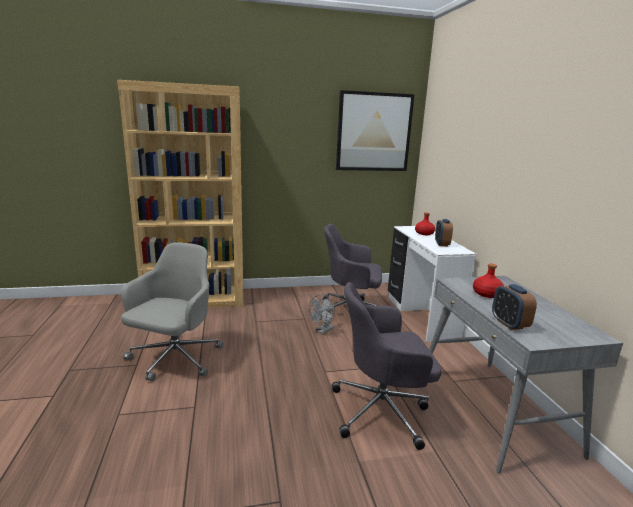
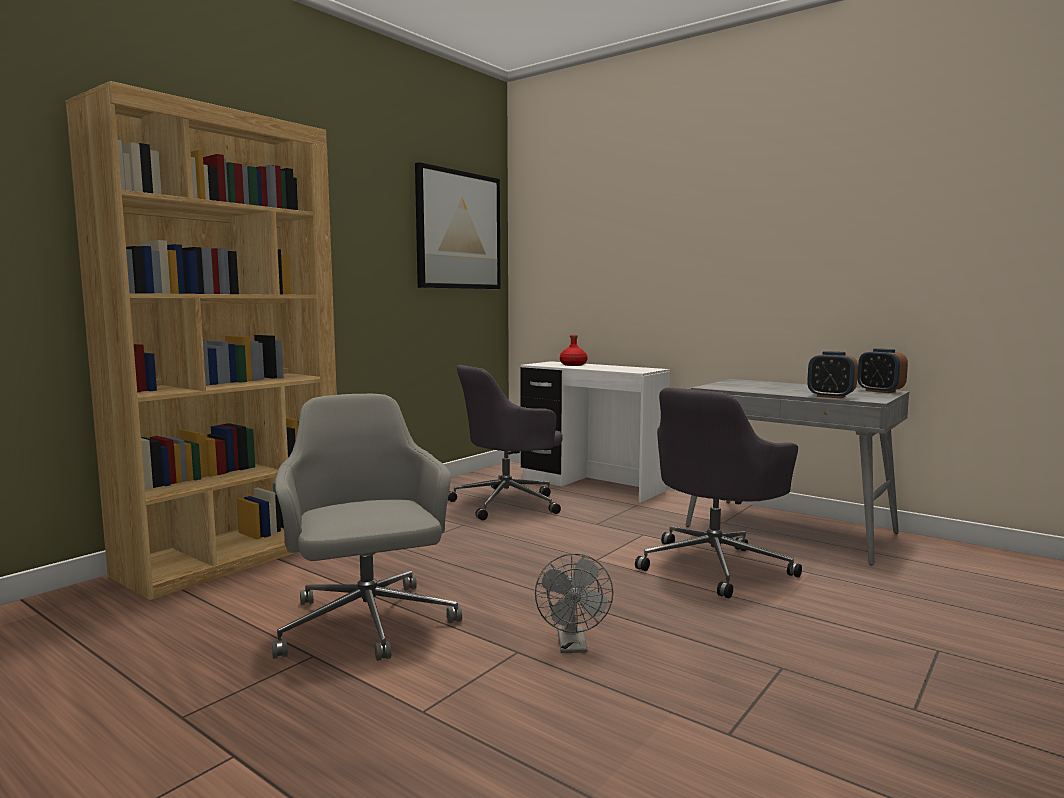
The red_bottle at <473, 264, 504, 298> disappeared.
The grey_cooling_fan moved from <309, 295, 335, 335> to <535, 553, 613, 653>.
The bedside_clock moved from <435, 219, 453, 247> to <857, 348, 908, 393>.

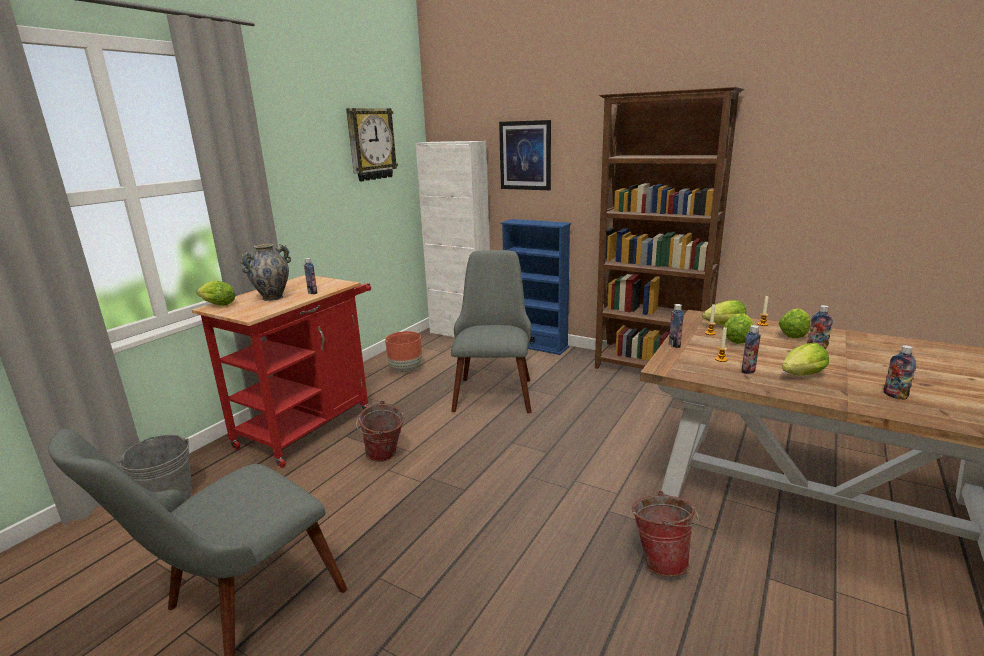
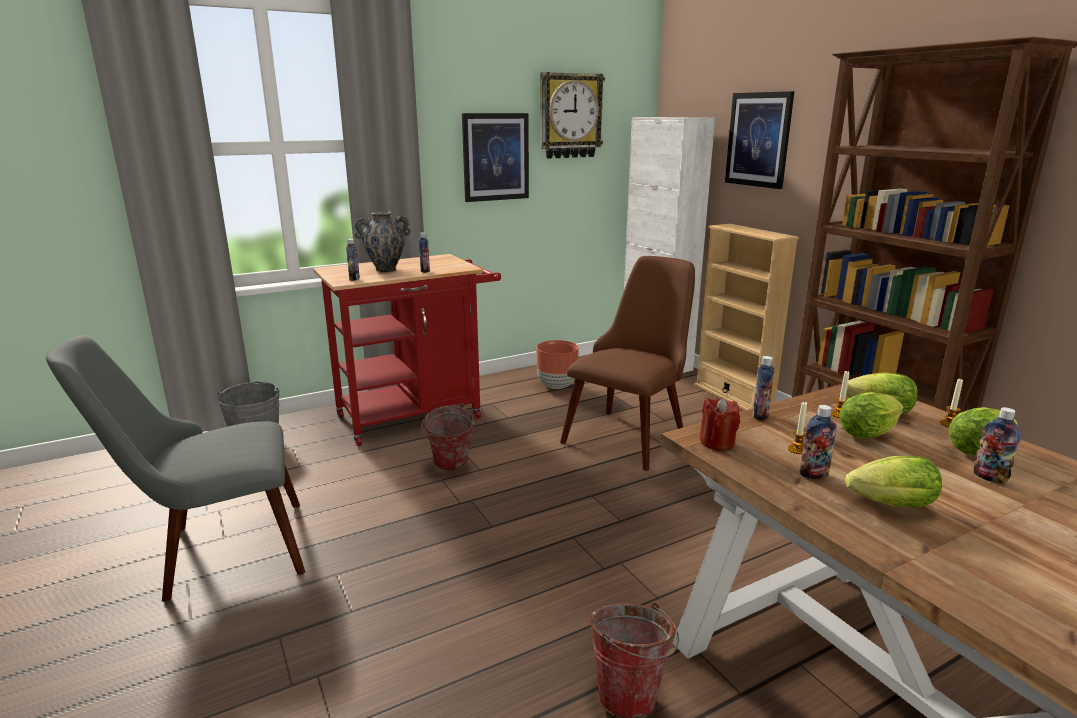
The lettuce_head at <197, 281, 235, 306> disappeared.
The wall_art at <462, 113, 529, 202> appeared.
The red_wax_light at <700, 397, 740, 451> appeared.
The bottle moved from <884, 345, 916, 400> to <346, 239, 360, 281>.
The grey_chair at <451, 250, 531, 413> became the brown_chair at <560, 256, 695, 471>.
The bluish_shelving_unit at <501, 219, 571, 355> became the sand-coloured_shelving_unit at <695, 224, 799, 410>.

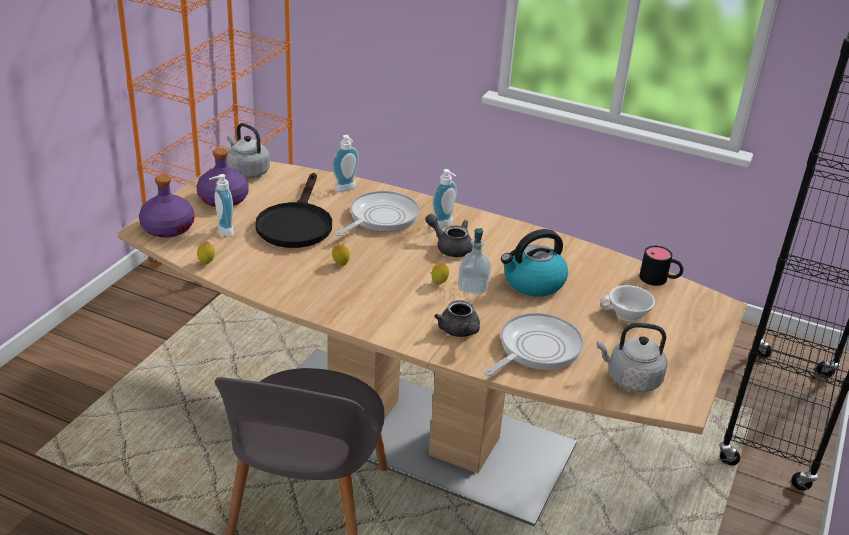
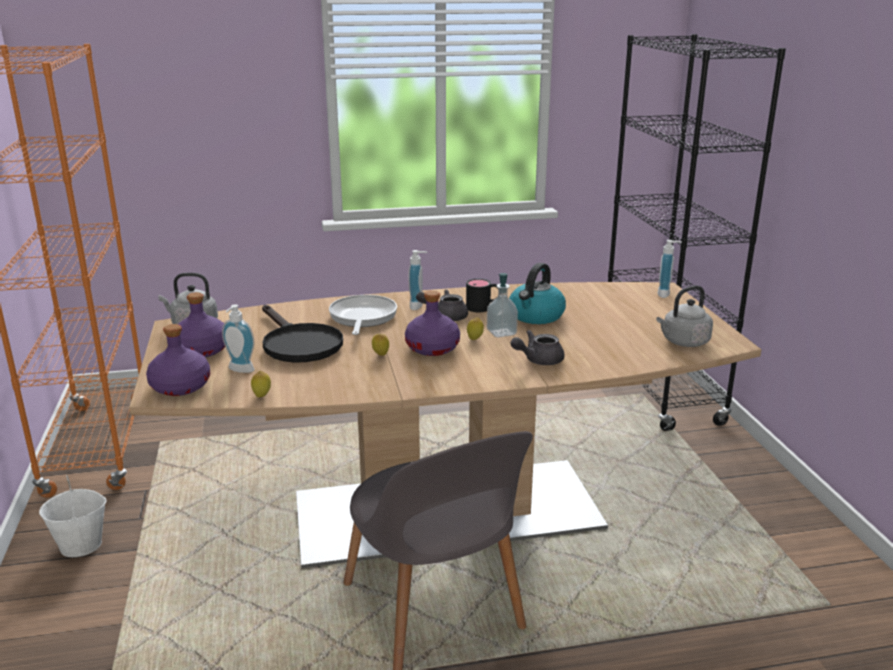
The skillet at <484, 313, 584, 376> disappeared.
The white-coloured_cup at <600, 285, 655, 322> disappeared.
The white-coloured_pail at <39, 475, 107, 557> appeared.
The purple_bottle at <405, 291, 460, 356> appeared.
The soap_bottle moved from <332, 135, 359, 192> to <658, 240, 682, 298>.
The black_mug moved from <639, 246, 683, 286> to <466, 279, 498, 312>.
The grey_tea_pot at <434, 300, 480, 337> turned 120 degrees clockwise.

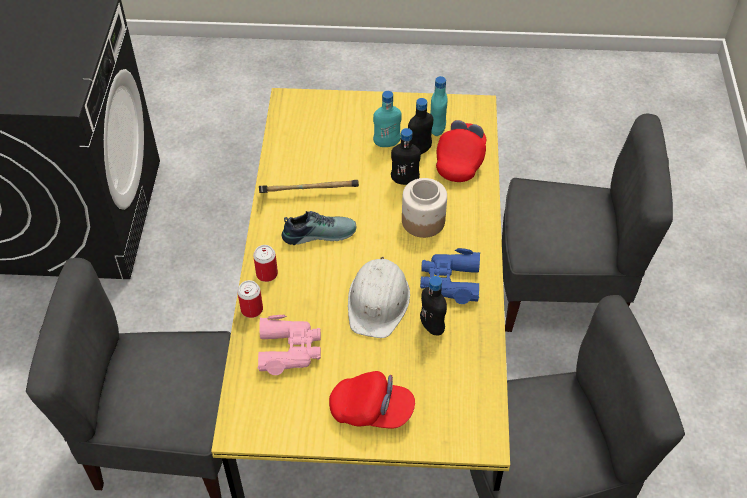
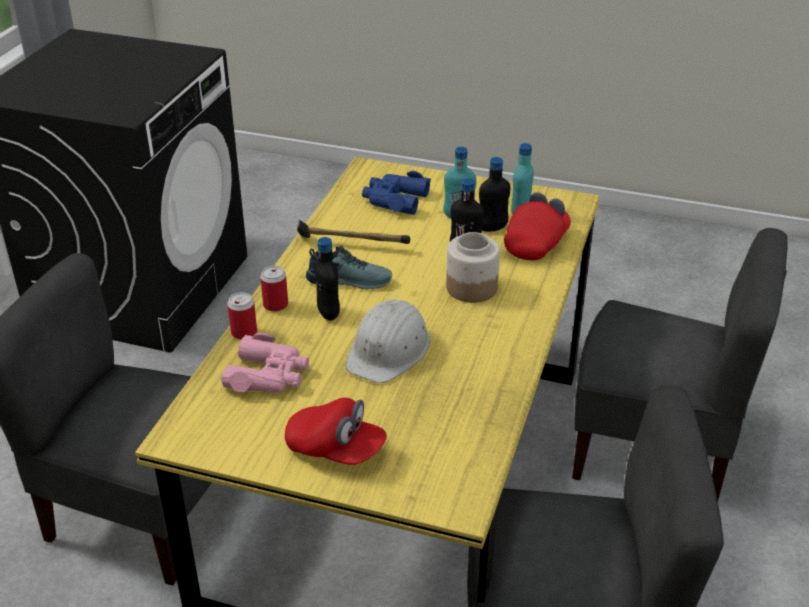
The bluish_field_glasses moved from <420, 248, 480, 304> to <362, 171, 431, 215>.
The black_bottle moved from <420, 276, 447, 336> to <315, 237, 340, 321>.

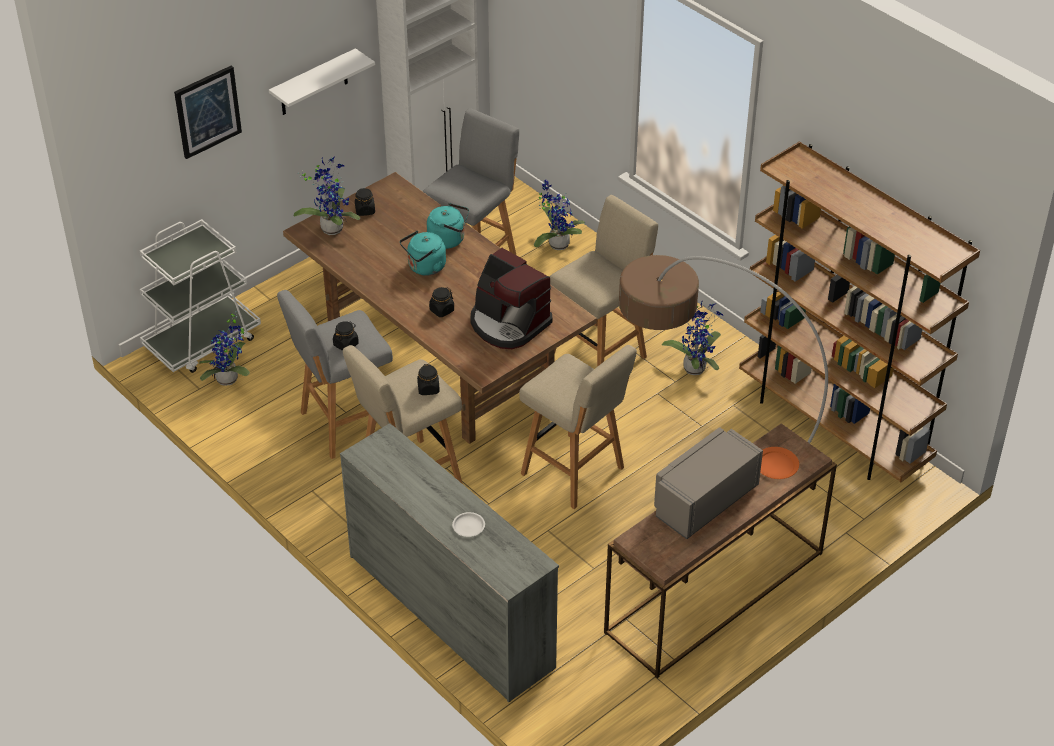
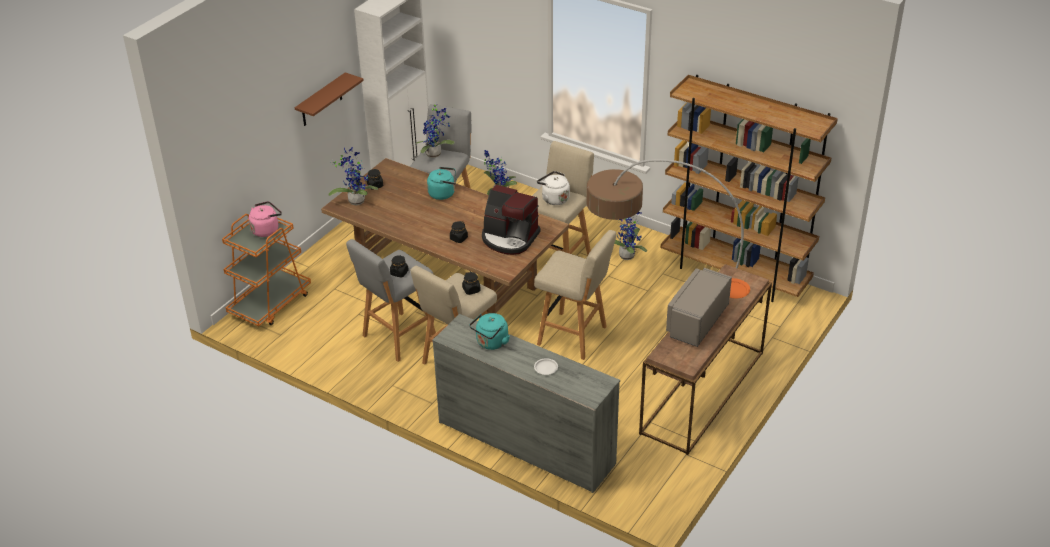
The wall_art at <174, 66, 242, 159> disappeared.
The pink-coloured_water_kettle at <249, 201, 282, 237> appeared.
The white-coloured_water_kettle at <537, 171, 570, 205> appeared.
The plant_in_a_pot moved from <199, 311, 250, 386> to <415, 105, 455, 158>.
The turquoise-coloured_water_kettle moved from <400, 231, 446, 276> to <469, 313, 510, 350>.
The white-coloured_cart at <140, 219, 261, 373> became the orangey_cart at <222, 214, 311, 326>.
The white-coloured_wall_shelf at <269, 48, 375, 115> became the brown_wall_shelf at <295, 72, 364, 126>.

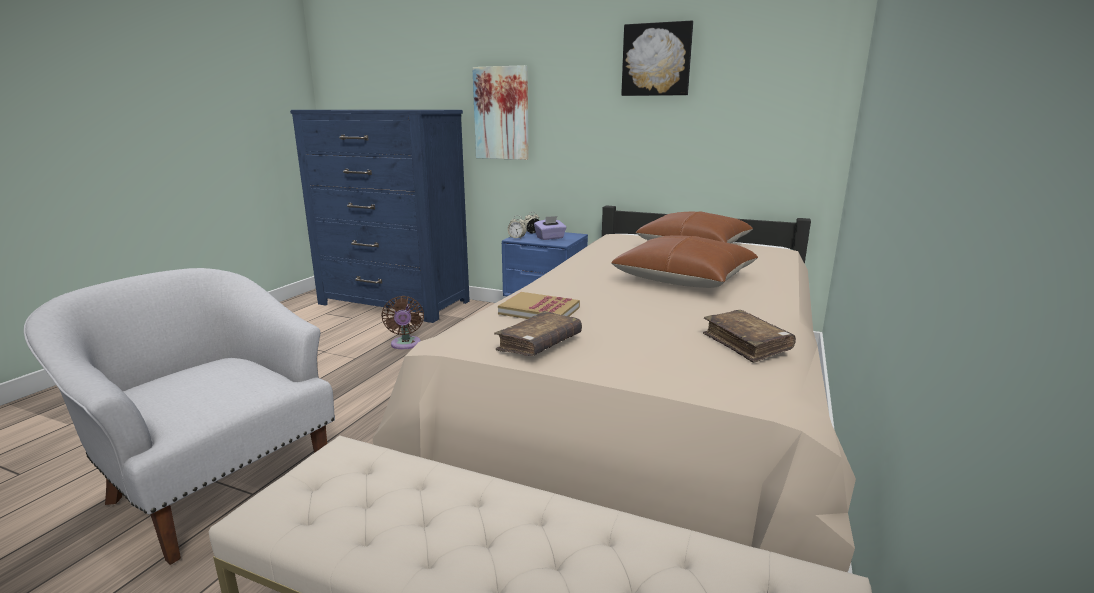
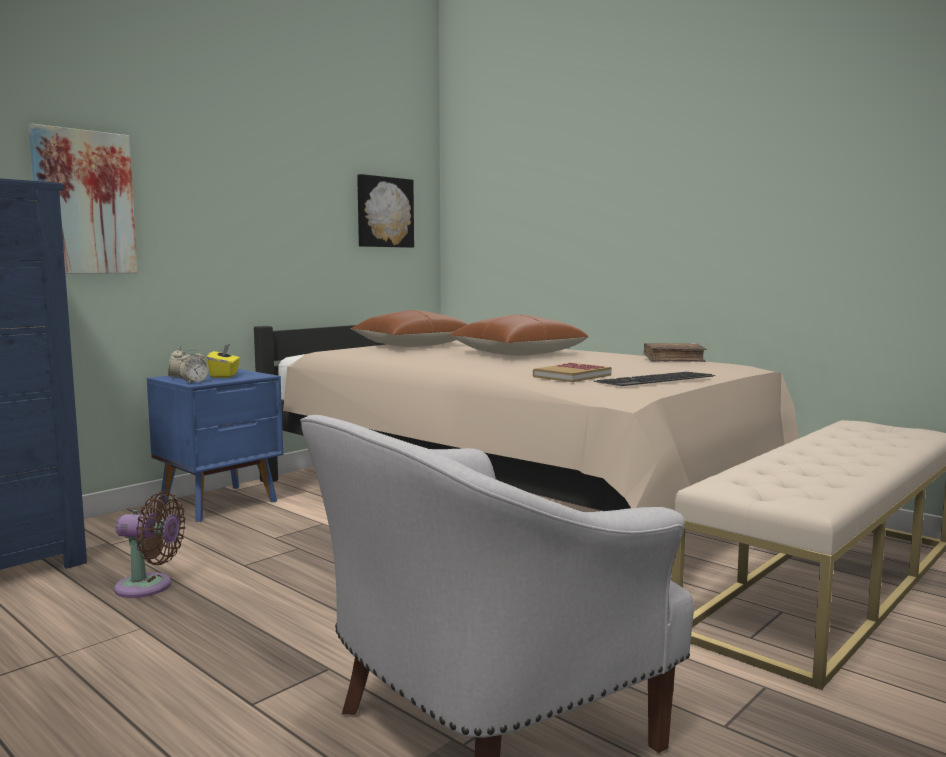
The wall_art moved from <621, 21, 693, 96> to <357, 174, 414, 248>.
The brown_bound_book at <494, 311, 582, 356> was replaced by the computer_keyboard at <594, 372, 716, 386>.
The purple_tissue_box at <534, 216, 567, 240> became the yellowish_tissue_box at <207, 344, 240, 378>.

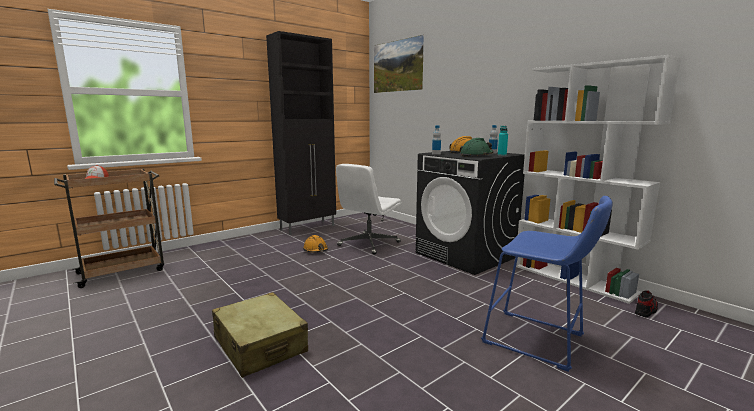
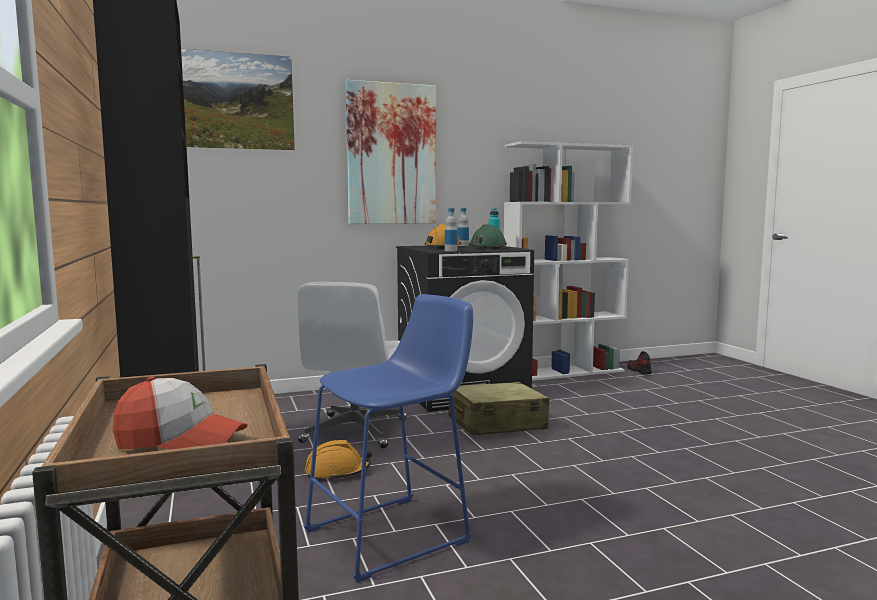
The wall_art at <346, 80, 436, 224> appeared.
The sand-coloured_suitcase moved from <212, 292, 308, 378> to <449, 382, 549, 436>.
The bluish_sitting_stool moved from <481, 196, 612, 372> to <303, 294, 473, 582>.
The white-coloured_desk_chair at <336, 164, 401, 255> turned 45 degrees clockwise.

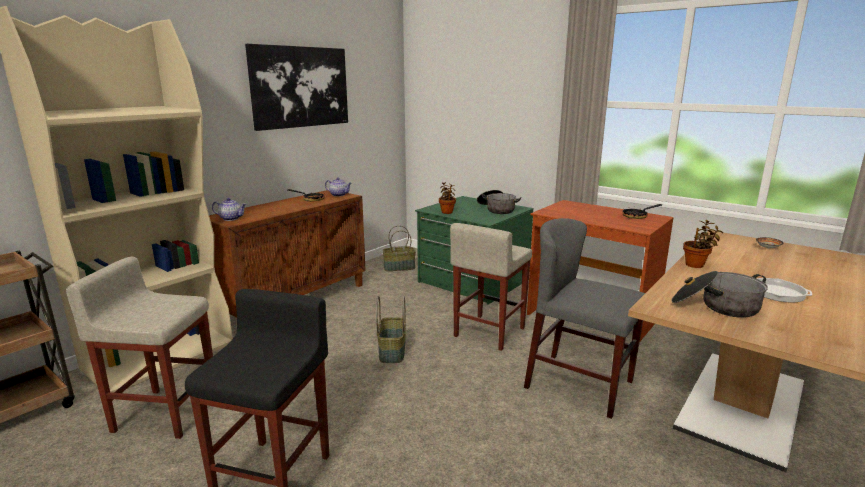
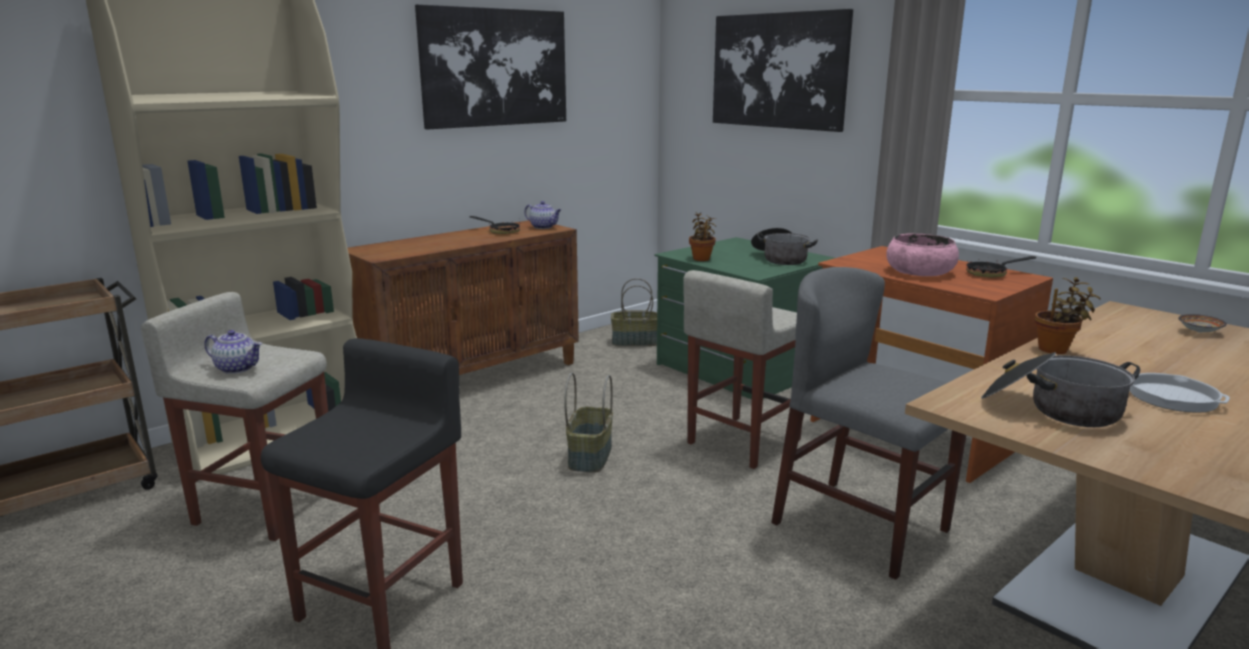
The wall_art at <713, 9, 853, 132> appeared.
The pink-coloured_bowl at <886, 234, 959, 276> appeared.
The tea_pot moved from <212, 198, 246, 221> to <204, 330, 262, 374>.

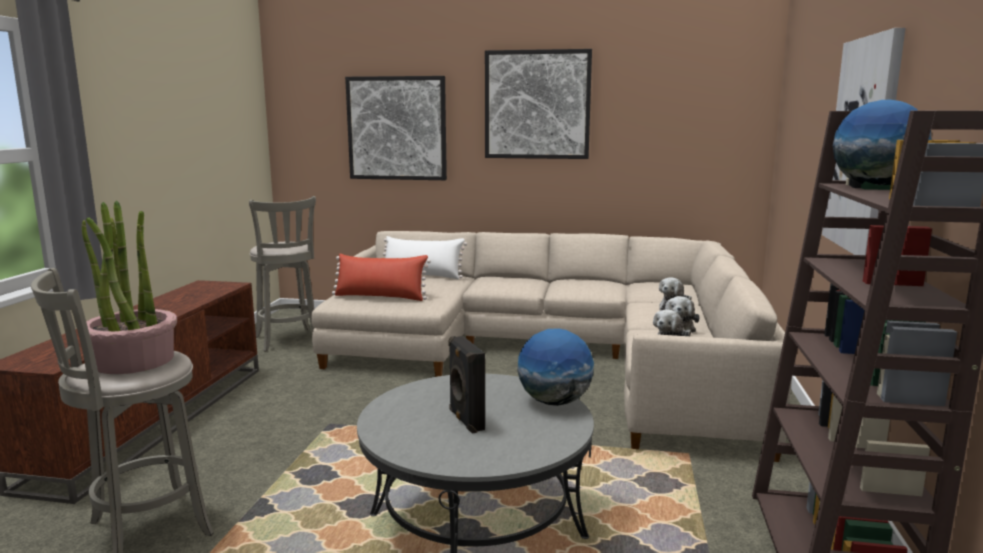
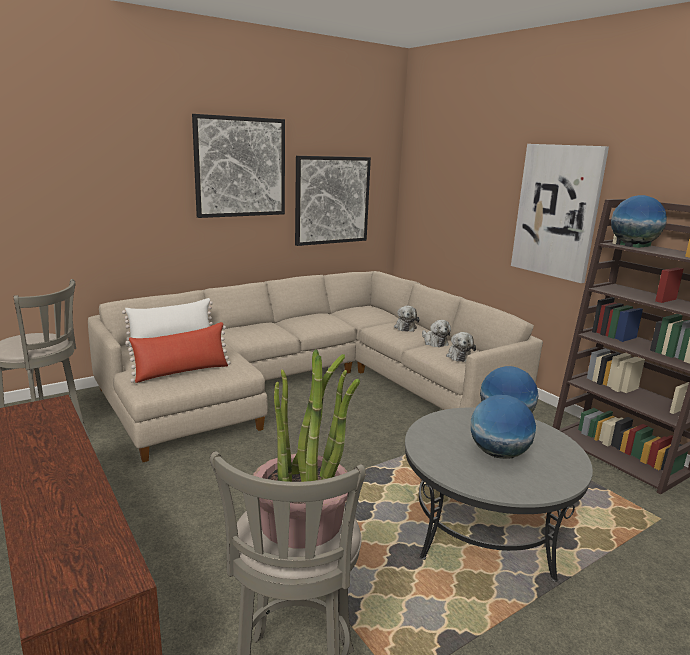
The wall_art moved from <345, 76, 447, 180> to <295, 156, 371, 246>.
The black_speaker at <448, 336, 485, 434> was replaced by the world_globe at <471, 395, 536, 459>.

